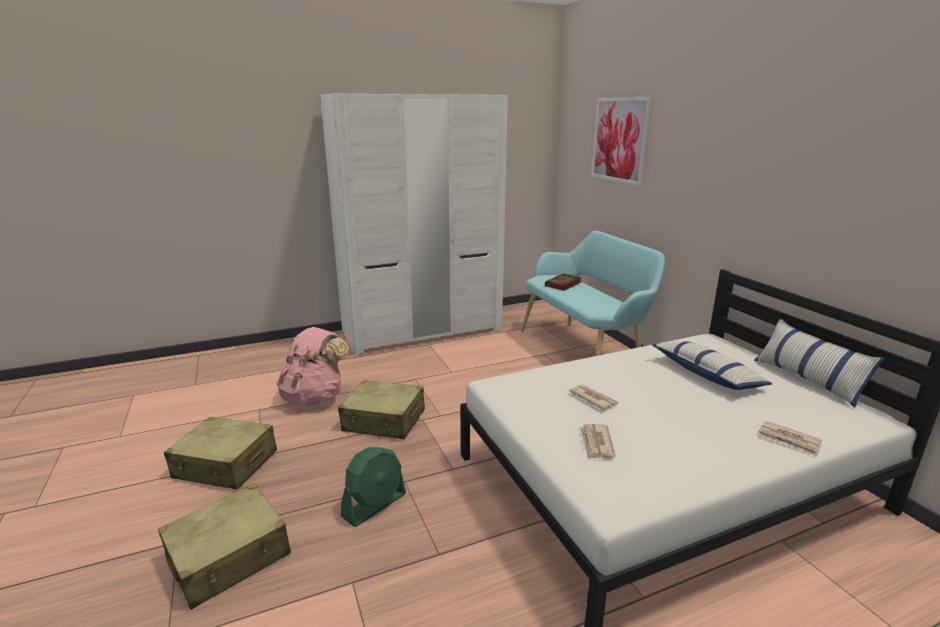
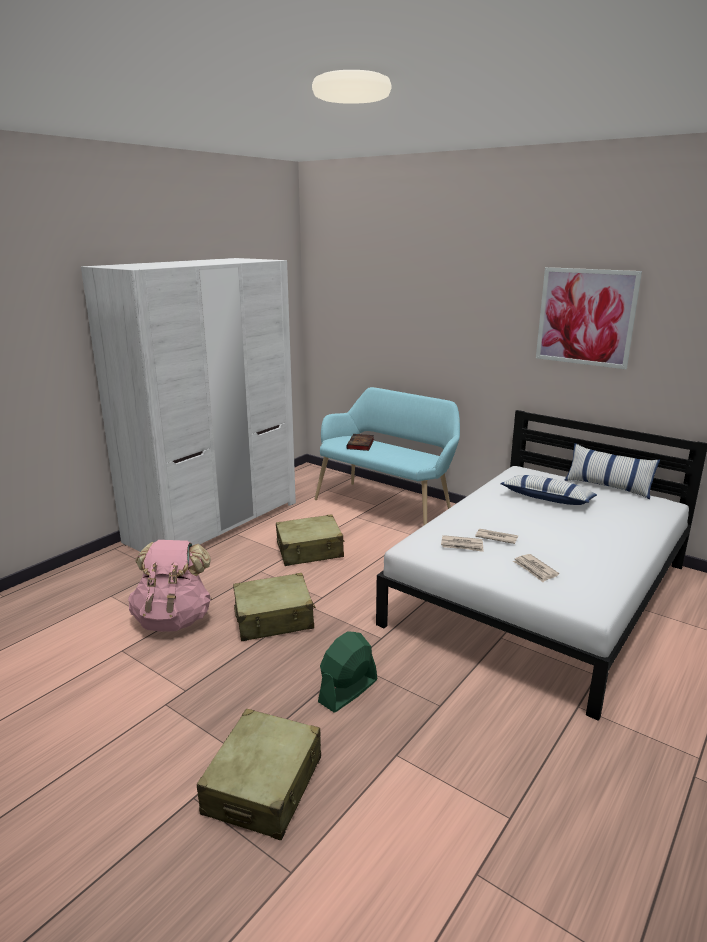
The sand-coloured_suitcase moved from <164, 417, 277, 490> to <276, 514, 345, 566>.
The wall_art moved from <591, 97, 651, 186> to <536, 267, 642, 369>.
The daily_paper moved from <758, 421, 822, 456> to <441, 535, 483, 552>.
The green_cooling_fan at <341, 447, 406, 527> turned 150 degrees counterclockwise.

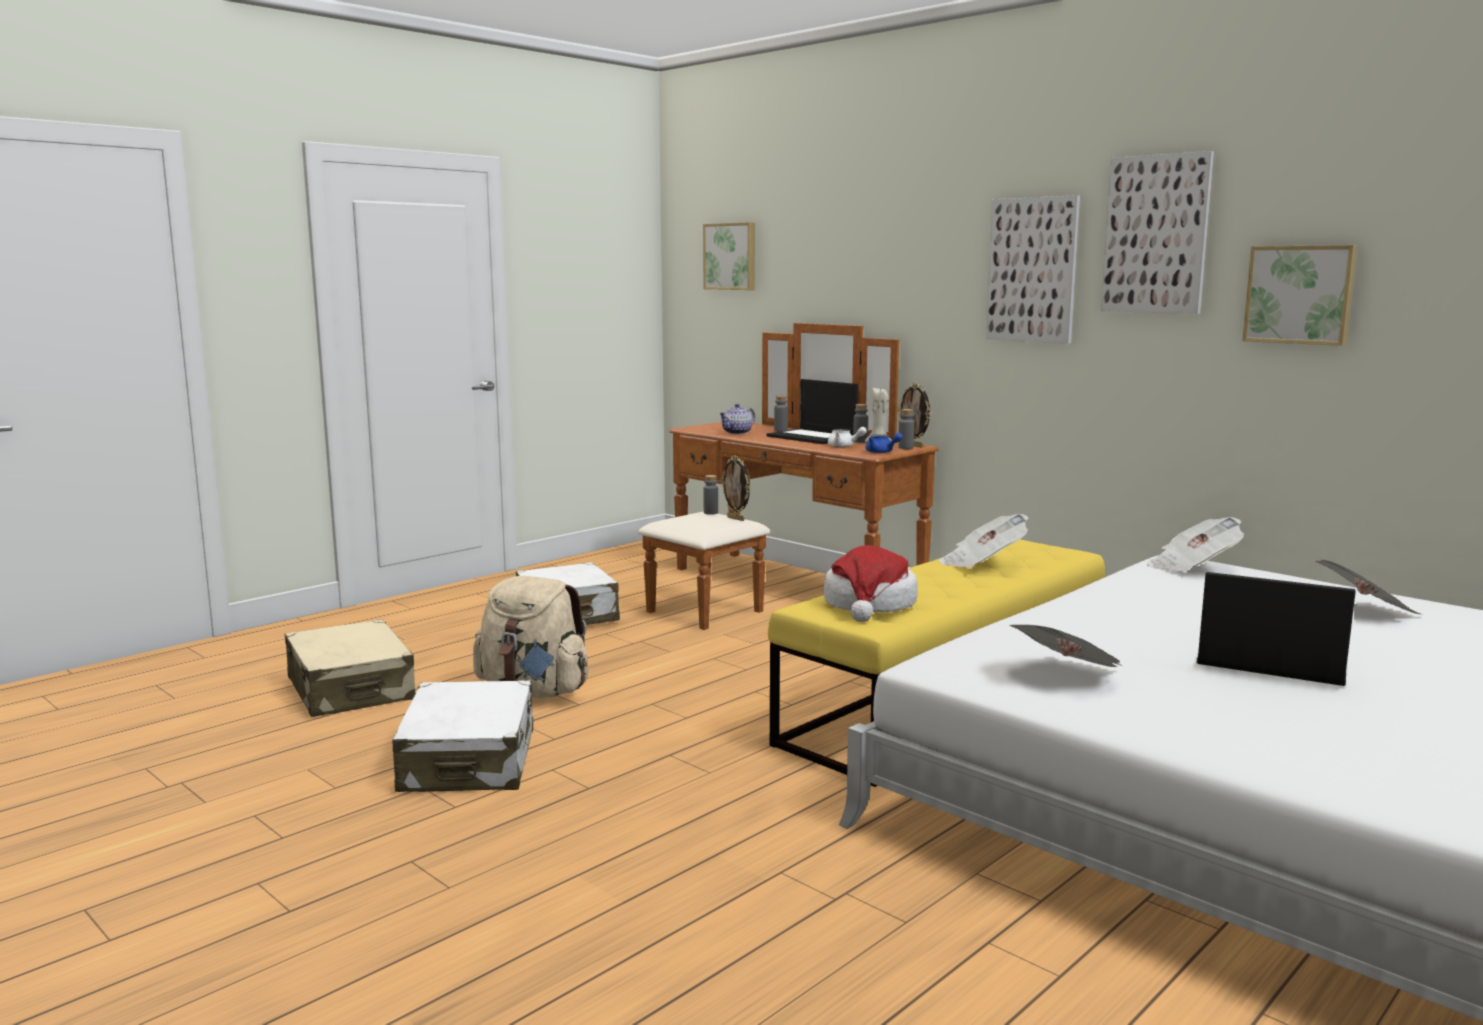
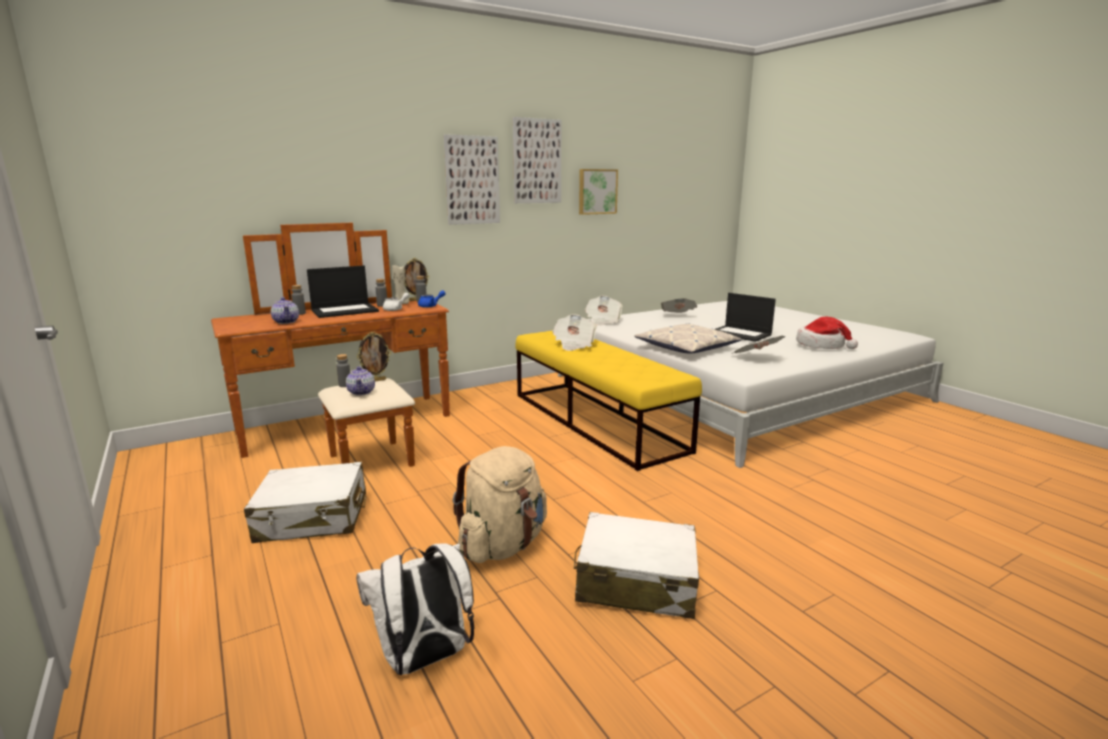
The wall_art at <703, 222, 755, 290> disappeared.
The tea_pot at <346, 367, 375, 395> appeared.
The pillow at <634, 323, 742, 353> appeared.
The clothing_hat moved from <824, 545, 918, 622> to <796, 317, 858, 349>.
The sand-coloured_suitcase at <285, 619, 415, 717> was replaced by the white-coloured_knapsack at <356, 544, 474, 675>.
The laptop at <1197, 572, 1356, 686> turned 90 degrees counterclockwise.

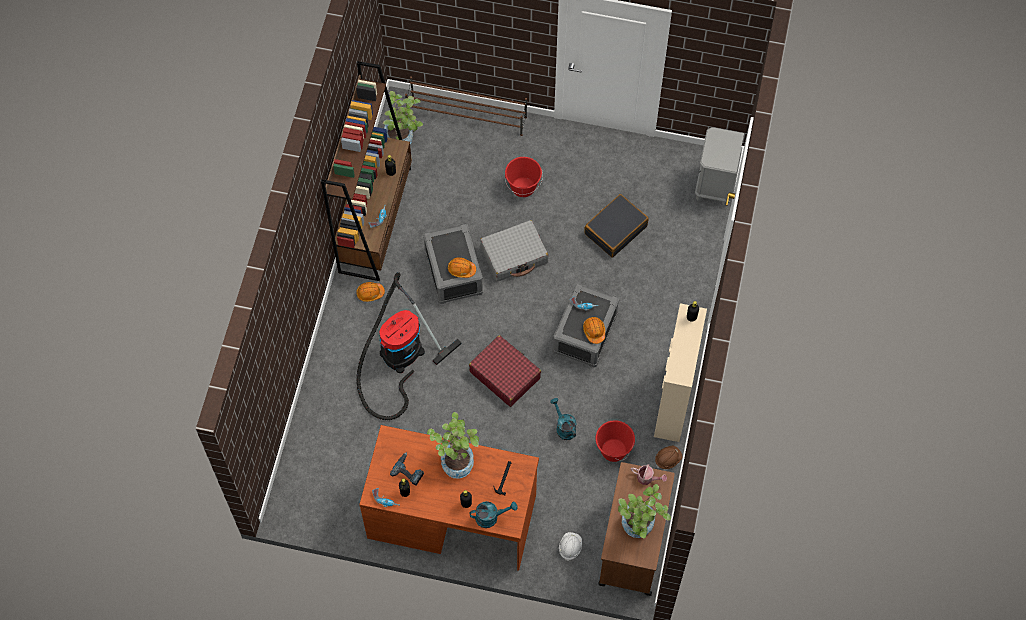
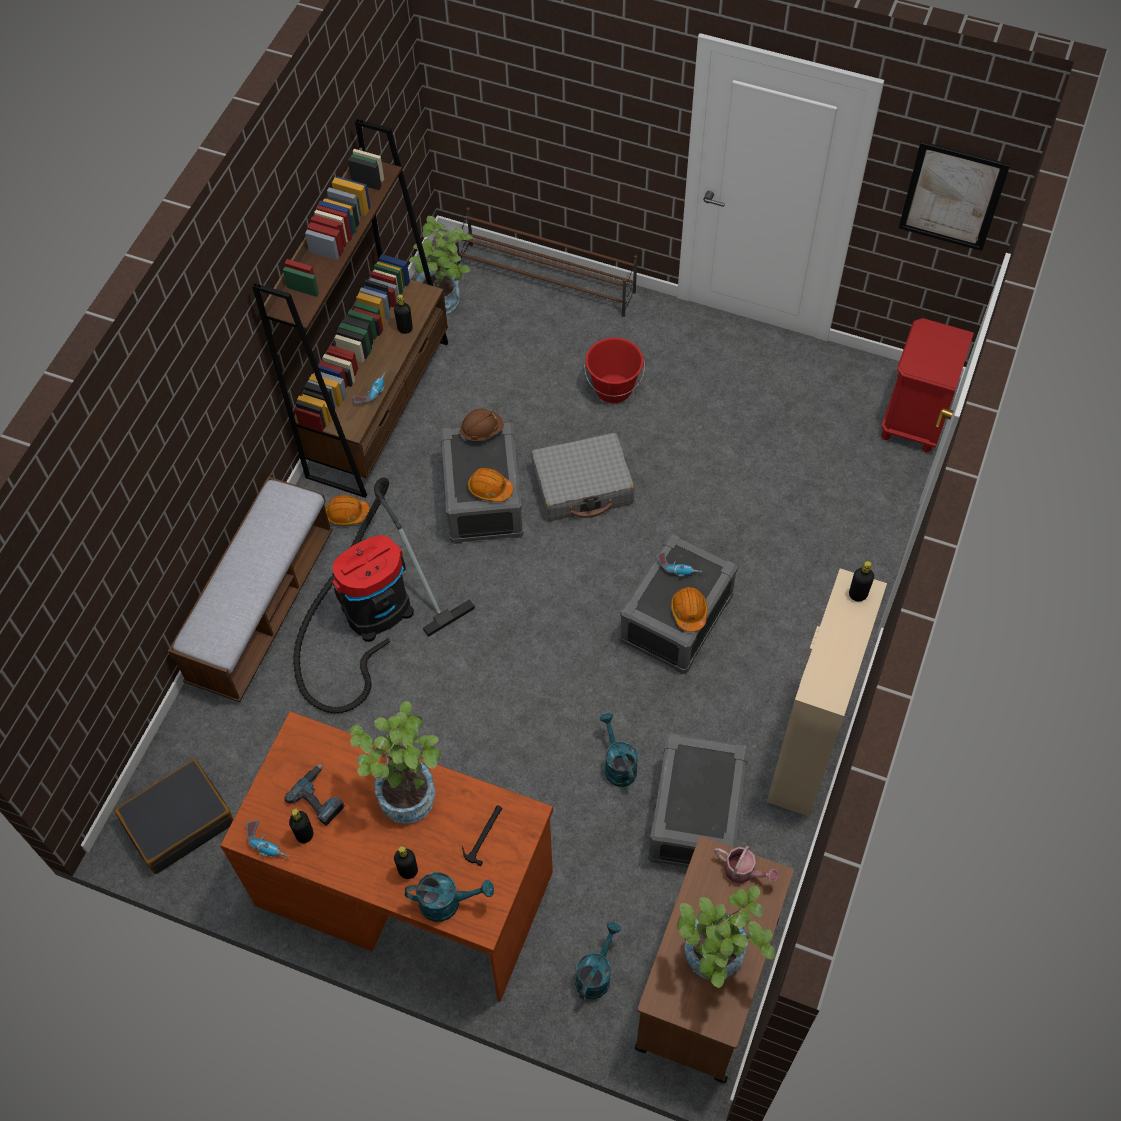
The red_suitcase at <469, 335, 541, 407> disappeared.
The bench at <168, 476, 333, 702> appeared.
The wall_art at <899, 141, 1010, 251> appeared.
The black_suitcase moved from <584, 194, 649, 258> to <115, 759, 234, 874>.
The brown_hard_hat moved from <655, 445, 683, 469> to <460, 408, 504, 441>.
The white-coloured_hard_hat at <559, 532, 582, 561> was replaced by the turquoise-coloured_watering_pot at <575, 922, 621, 1000>.
The red_pail at <596, 420, 635, 462> was replaced by the grey_storage_container at <648, 733, 749, 867>.
The grey_nightstand at <695, 127, 744, 206> became the red_nightstand at <881, 318, 974, 453>.

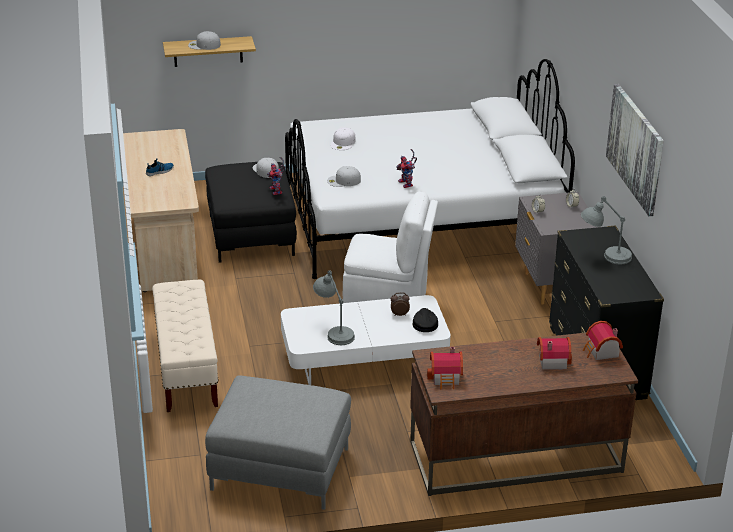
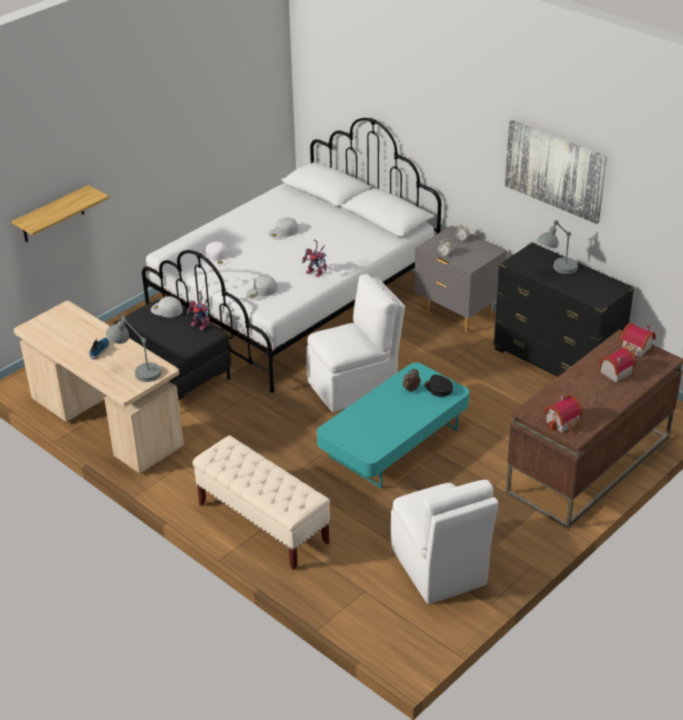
The white-coloured_cap moved from <188, 31, 221, 50> to <268, 217, 298, 239>.
The grey_tabletop_lamp moved from <313, 270, 355, 345> to <106, 316, 162, 382>.
The grey_pouffe at <205, 375, 351, 510> was replaced by the white-coloured_chair at <391, 480, 499, 604>.
The white-coloured_coffee_table at <281, 295, 451, 385> became the turquoise-coloured_coffee_table at <317, 362, 469, 488>.

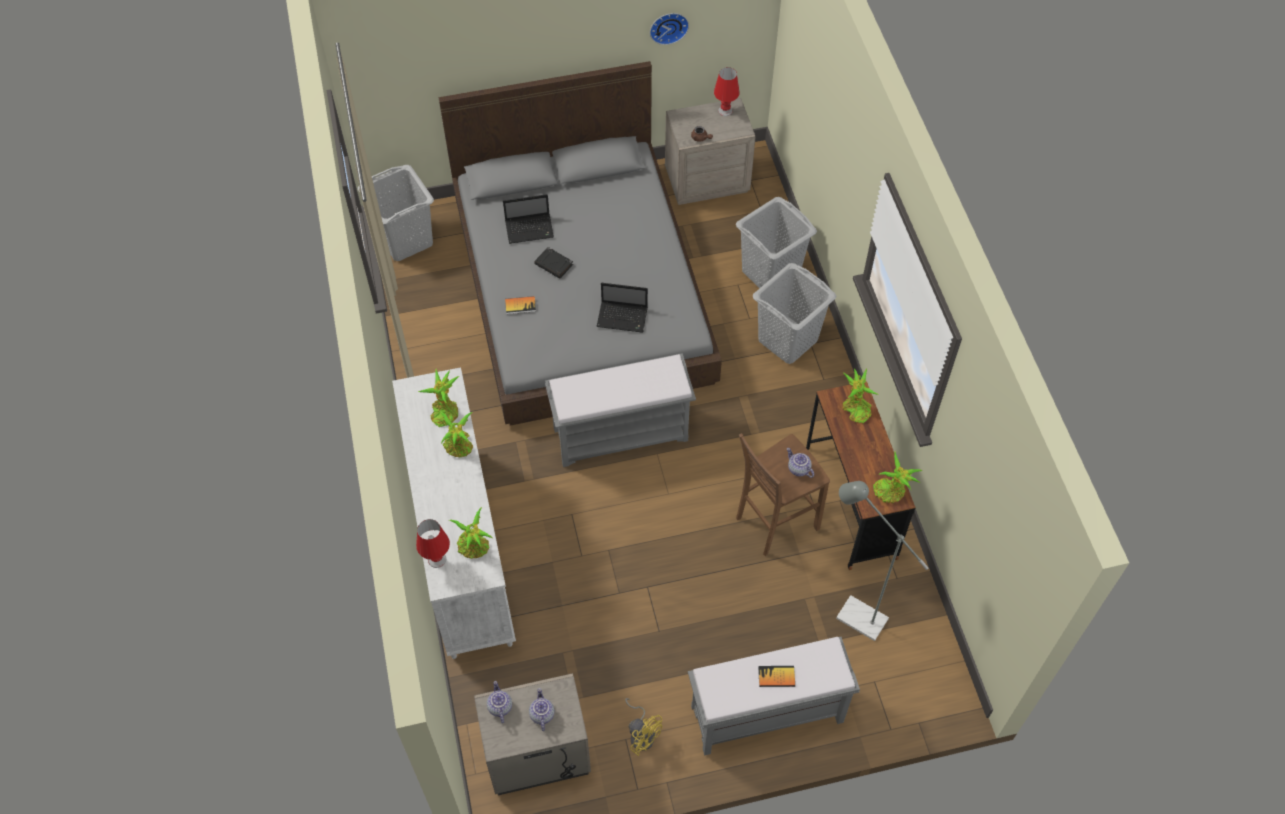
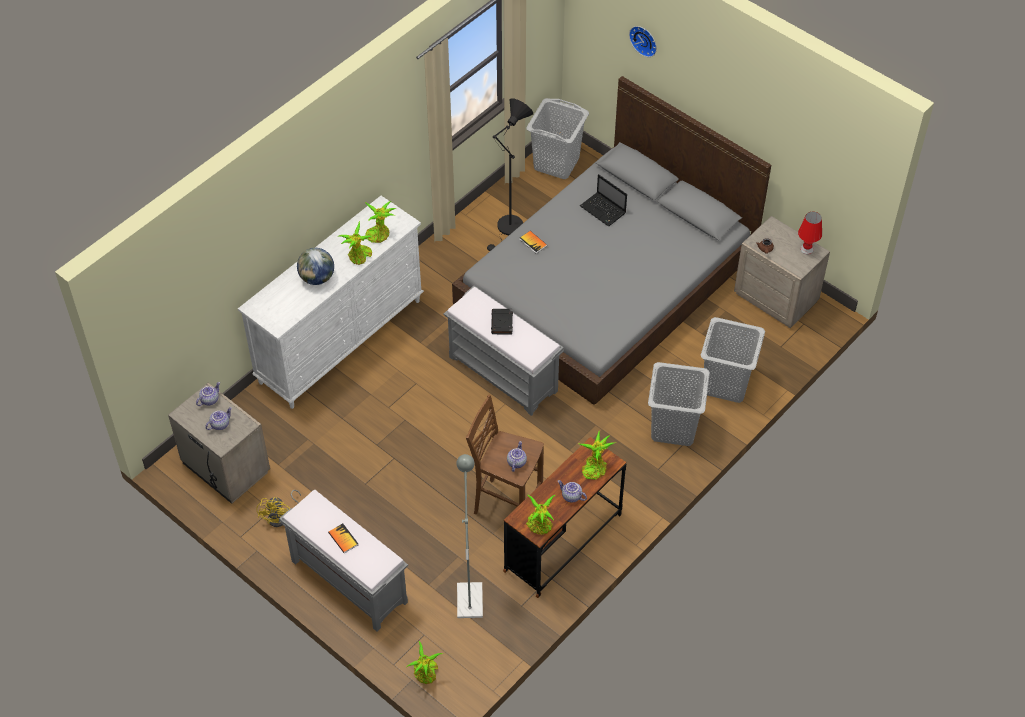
The red_tabletop_lamp at <416, 519, 450, 568> disappeared.
The laptop at <596, 283, 648, 333> disappeared.
The world_globe at <297, 248, 334, 285> appeared.
The black_standing_lamp at <487, 98, 533, 251> appeared.
The tea_pot at <557, 480, 587, 502> appeared.
The plant_in_a_pot moved from <449, 507, 492, 559> to <407, 641, 443, 684>.
The black_bound_book moved from <534, 247, 573, 278> to <491, 309, 513, 334>.
The hanging_clock moved from <650, 13, 689, 45> to <629, 26, 657, 57>.

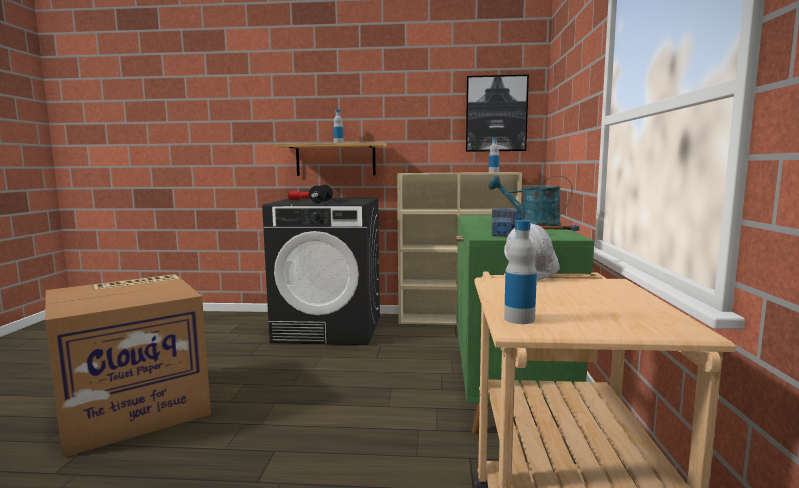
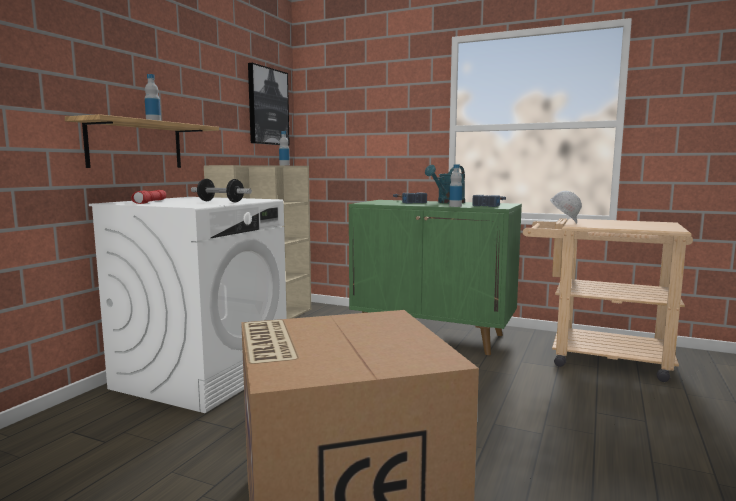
The bottle moved from <504, 220, 537, 324> to <449, 165, 462, 207>.
The black_laundry_machine at <262, 198, 380, 345> became the white-coloured_laundry_machine at <89, 197, 287, 413>.

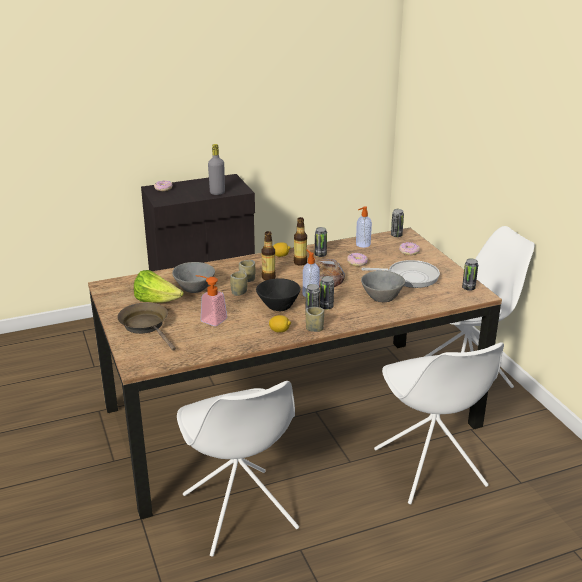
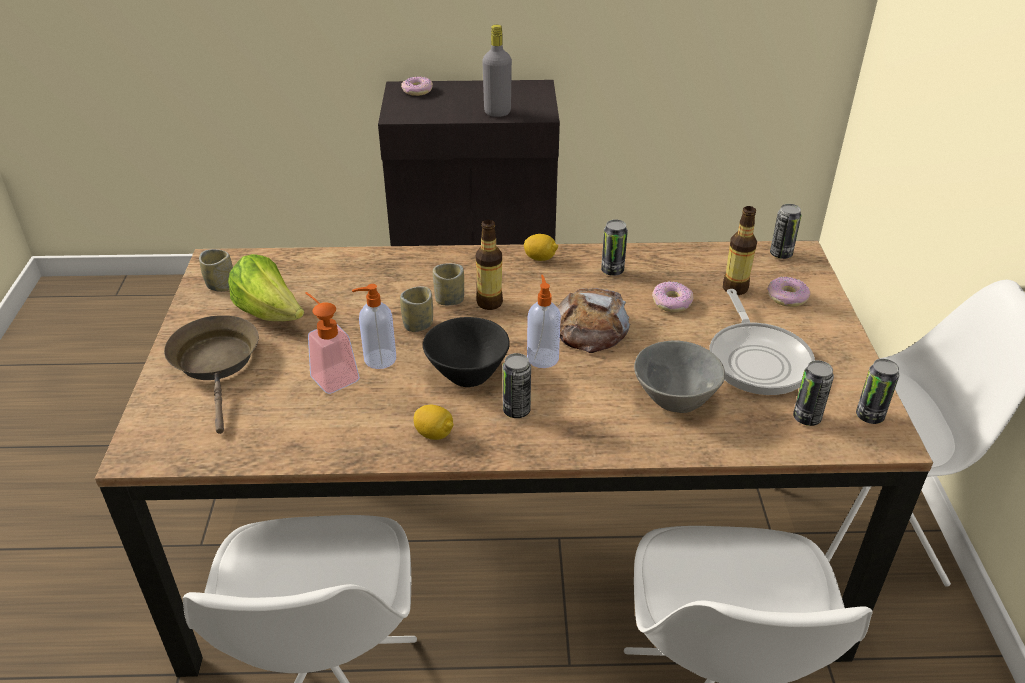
The grey_bowl at <172, 262, 215, 293> disappeared.
The bottle moved from <294, 217, 307, 266> to <723, 206, 757, 295>.
The cup moved from <306, 307, 324, 332> to <199, 249, 233, 292>.
The metal_can moved from <320, 276, 334, 309> to <793, 360, 834, 426>.
The soap_bottle moved from <356, 206, 372, 248> to <352, 284, 396, 369>.
The skillet at <361, 260, 440, 288> turned 60 degrees clockwise.

